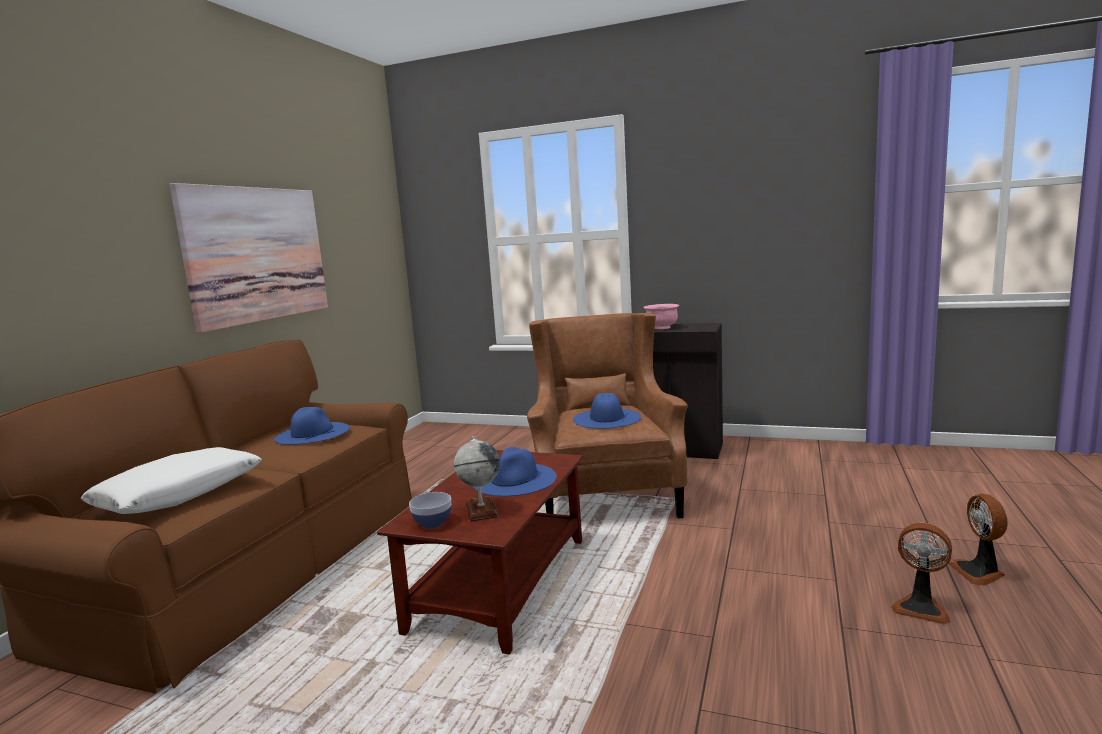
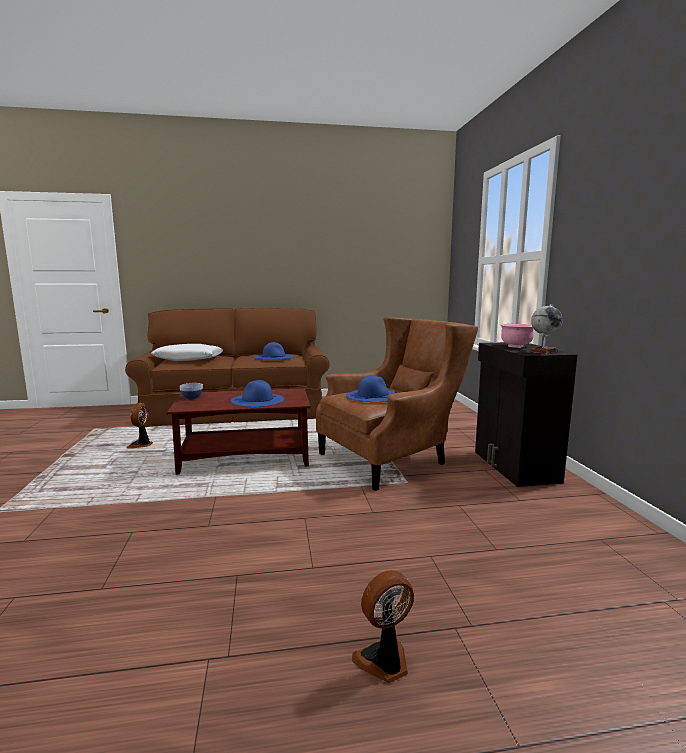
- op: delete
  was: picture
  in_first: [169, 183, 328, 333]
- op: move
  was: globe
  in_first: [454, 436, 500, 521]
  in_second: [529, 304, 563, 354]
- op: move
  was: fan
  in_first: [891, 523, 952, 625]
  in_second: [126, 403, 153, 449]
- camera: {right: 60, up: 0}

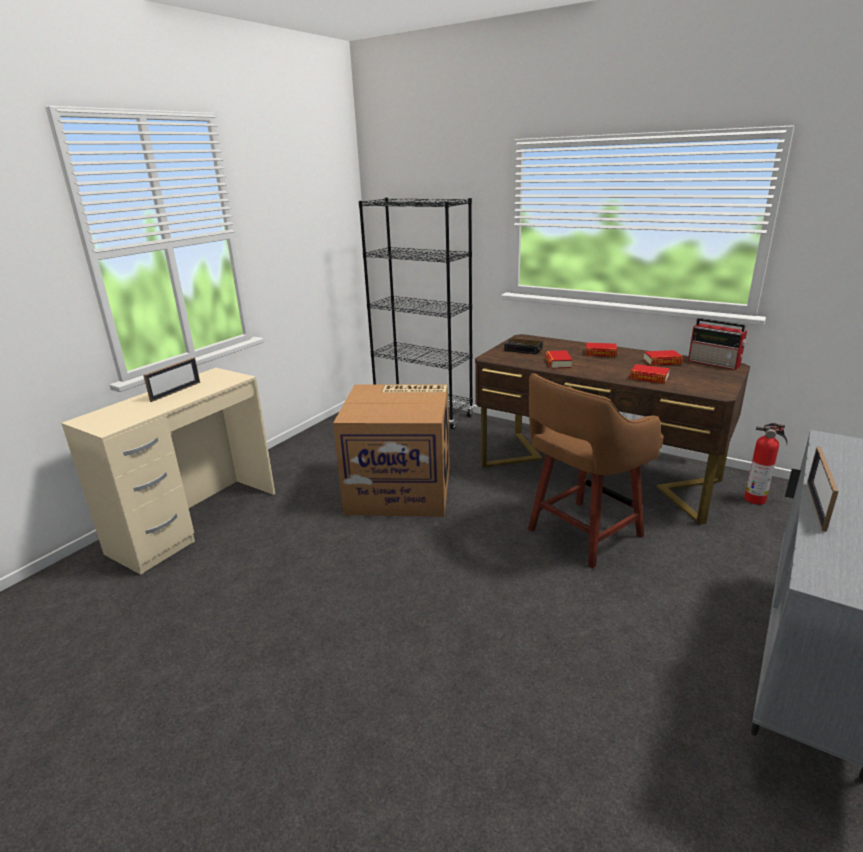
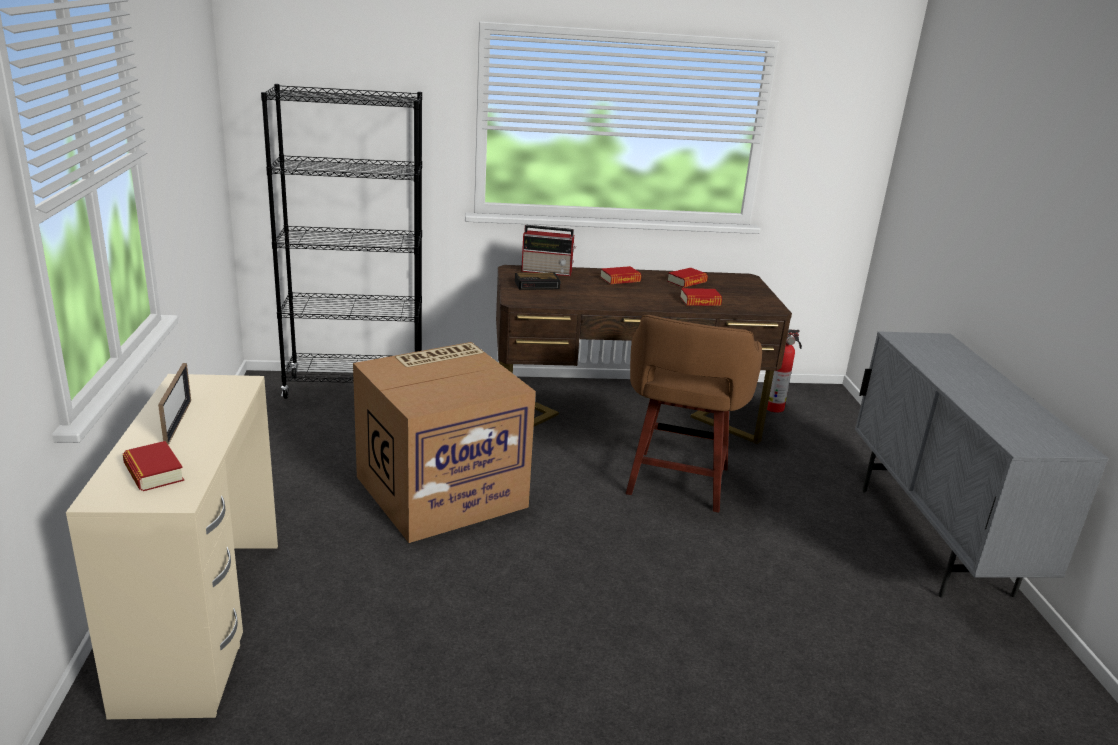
- op: move
  was: book
  in_first: [545, 350, 573, 368]
  in_second: [123, 441, 184, 491]
- op: move
  was: radio
  in_first: [688, 318, 747, 370]
  in_second: [521, 225, 576, 276]
- op: delete
  was: picture frame
  in_first: [807, 447, 839, 532]
- camera: {right: -40, up: 0}

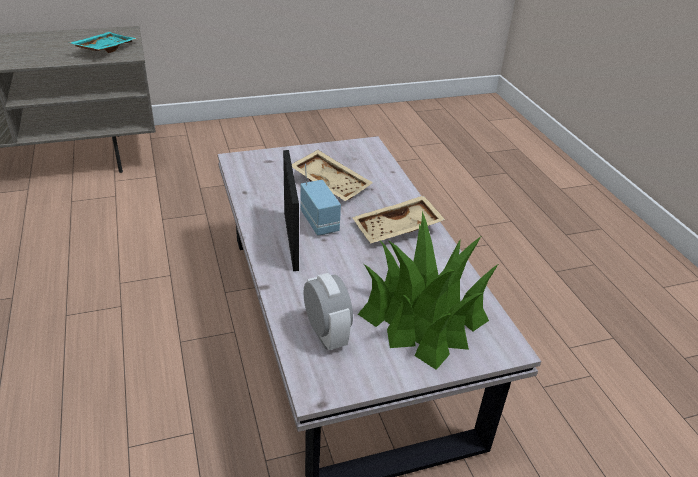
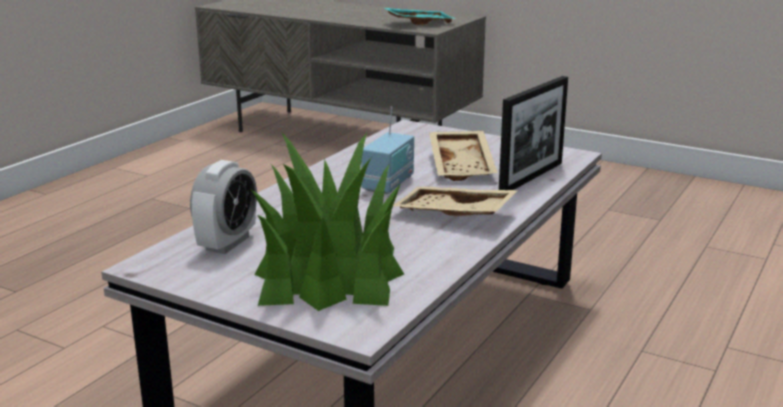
- op: move
  was: picture frame
  in_first: [283, 150, 299, 271]
  in_second: [499, 76, 568, 190]
- camera: {right: 50, up: -15}

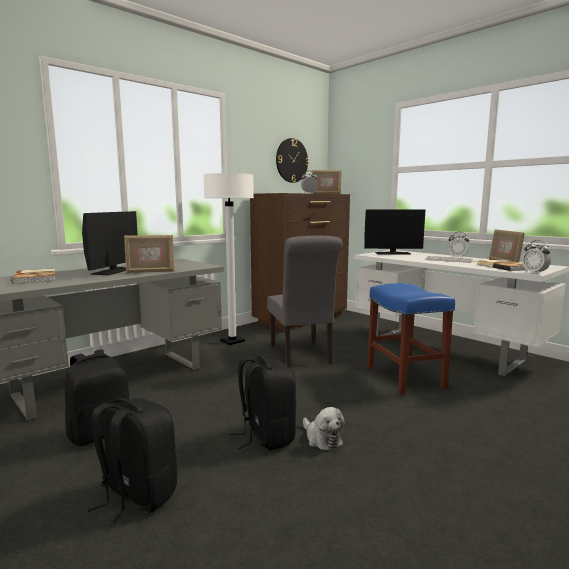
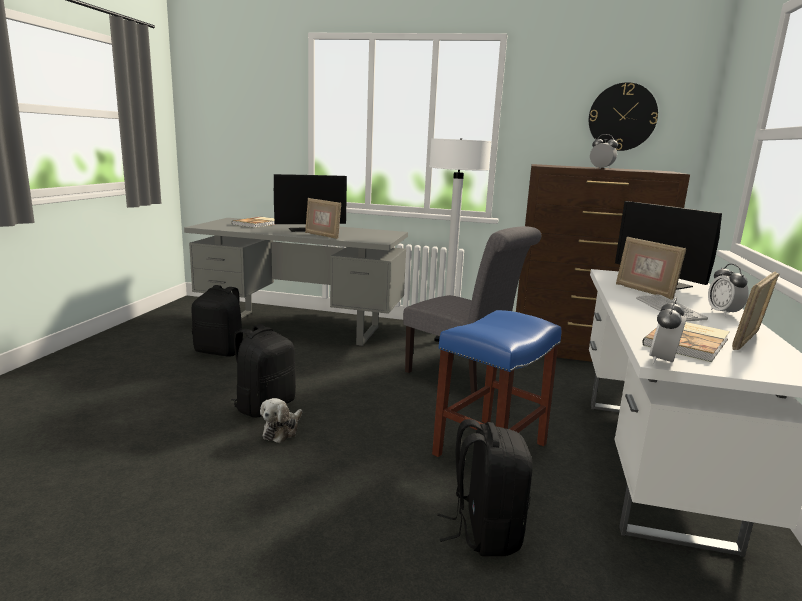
- op: move
  was: black backpack
  in_first: [88, 398, 177, 527]
  in_second: [437, 419, 533, 556]
- op: rotate
  was: grey chair
  in_first: [267, 236, 343, 368]
  in_second: [403, 226, 541, 394]
  clockwise: -90
- op: move
  was: picture frame
  in_first: [312, 170, 342, 194]
  in_second: [616, 237, 686, 300]
- camera: {right: 55, up: 5}

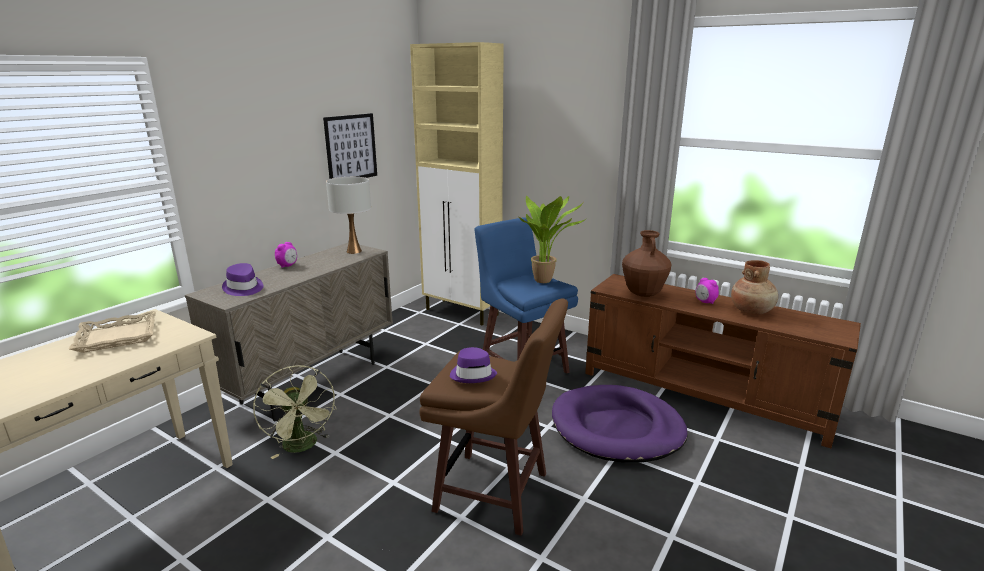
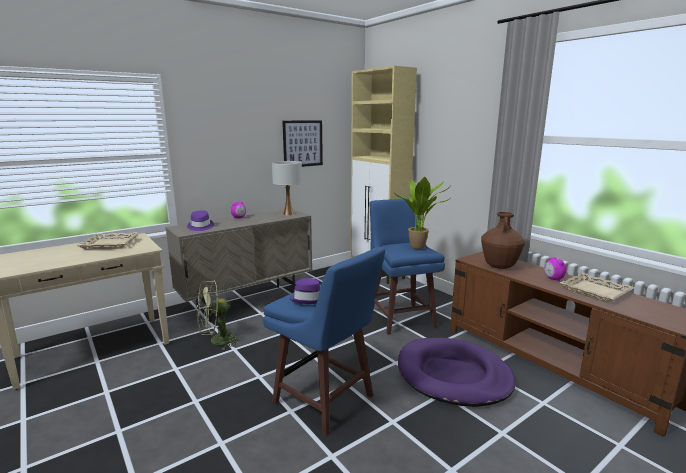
- op: rotate
  was: green fan
  in_first: [253, 366, 336, 459]
  in_second: [197, 280, 243, 350]
  clockwise: 75
- op: recolor
  was: brown stool
  now: blue stool
  in_first: [419, 299, 568, 536]
  in_second: [263, 247, 385, 436]
- op: replace
  was: brown vase
  now: beige tray
  in_first: [731, 260, 778, 315]
  in_second: [560, 273, 634, 303]
- camera: {right: 20, up: -5}

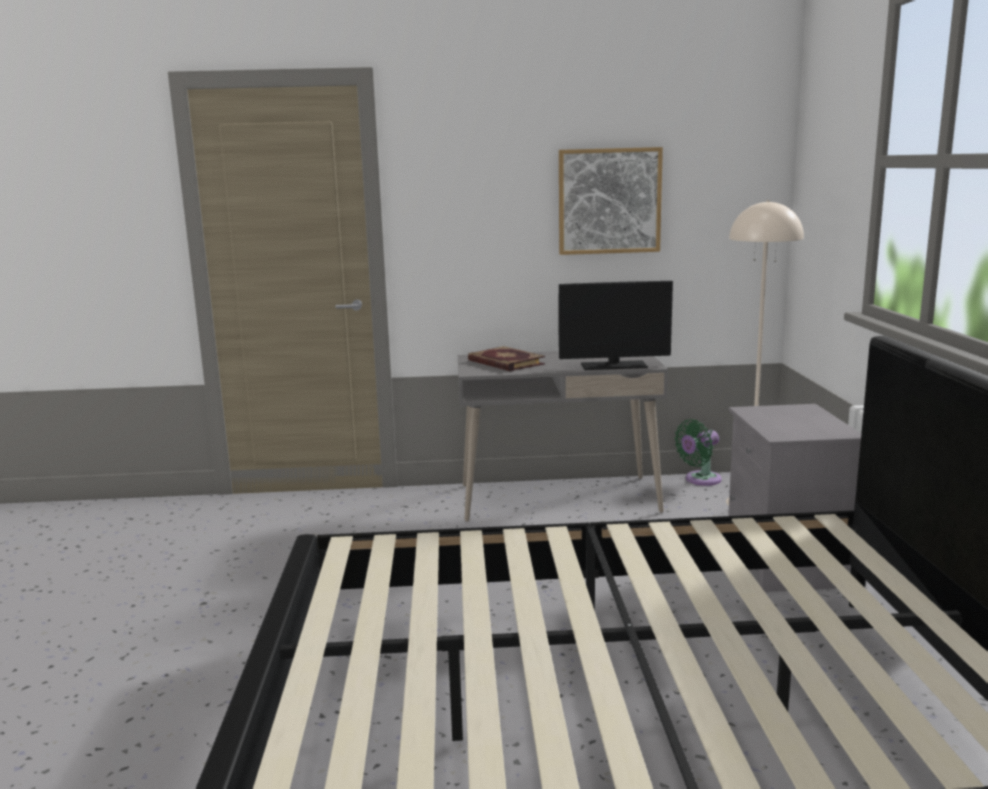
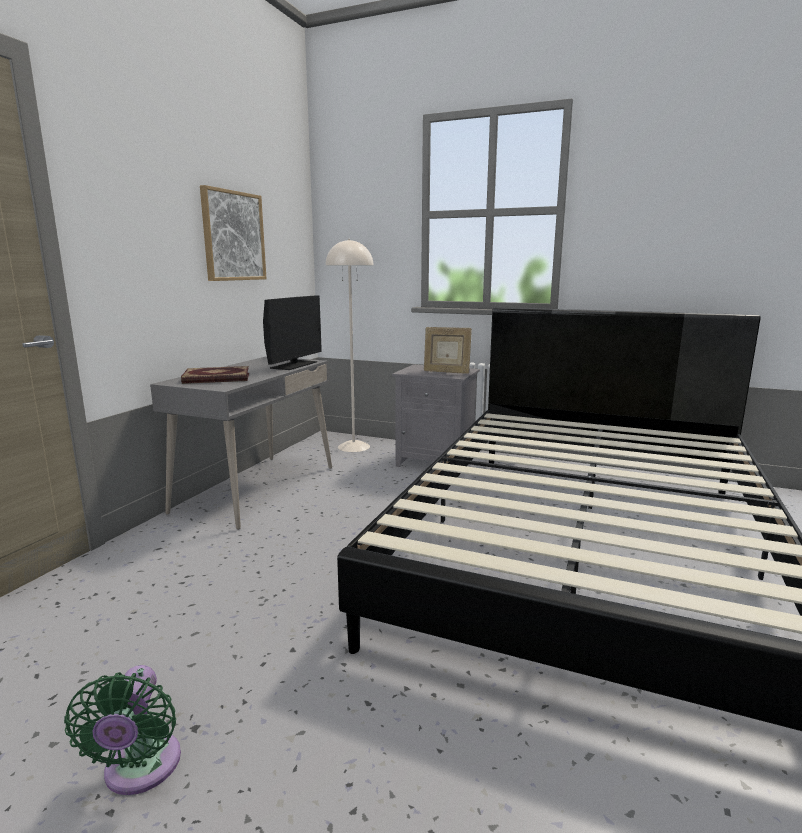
- op: move
  was: green fan
  in_first: [674, 419, 722, 486]
  in_second: [64, 665, 181, 795]
- op: insert
  now: picture frame
  in_second: [424, 327, 472, 374]
- camera: {right: -65, up: 0}

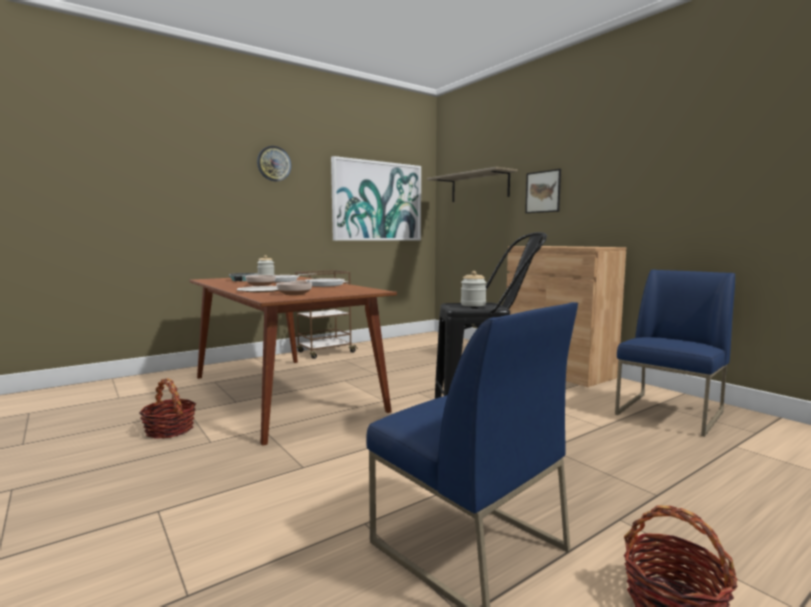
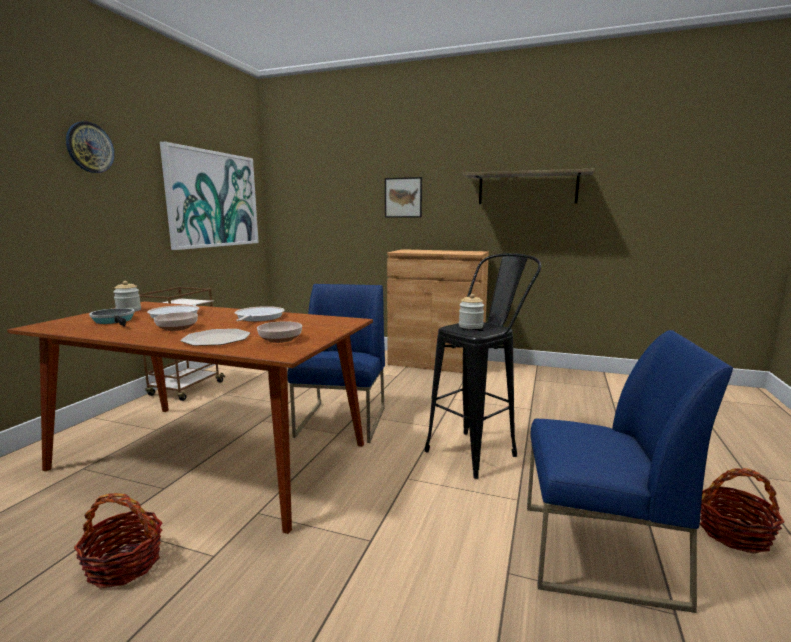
- op: move
  was: shelf
  in_first: [427, 167, 518, 202]
  in_second: [463, 169, 595, 204]
- op: move
  was: blue chair
  in_first: [615, 270, 735, 437]
  in_second: [287, 284, 385, 443]
- camera: {right: -35, up: 5}

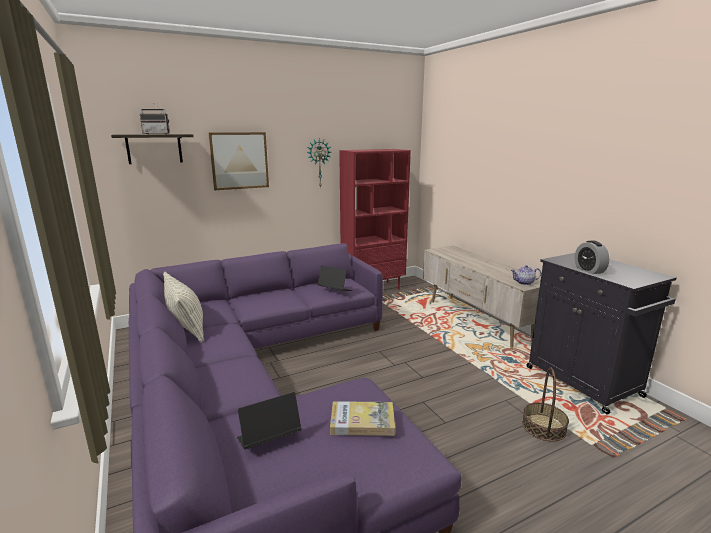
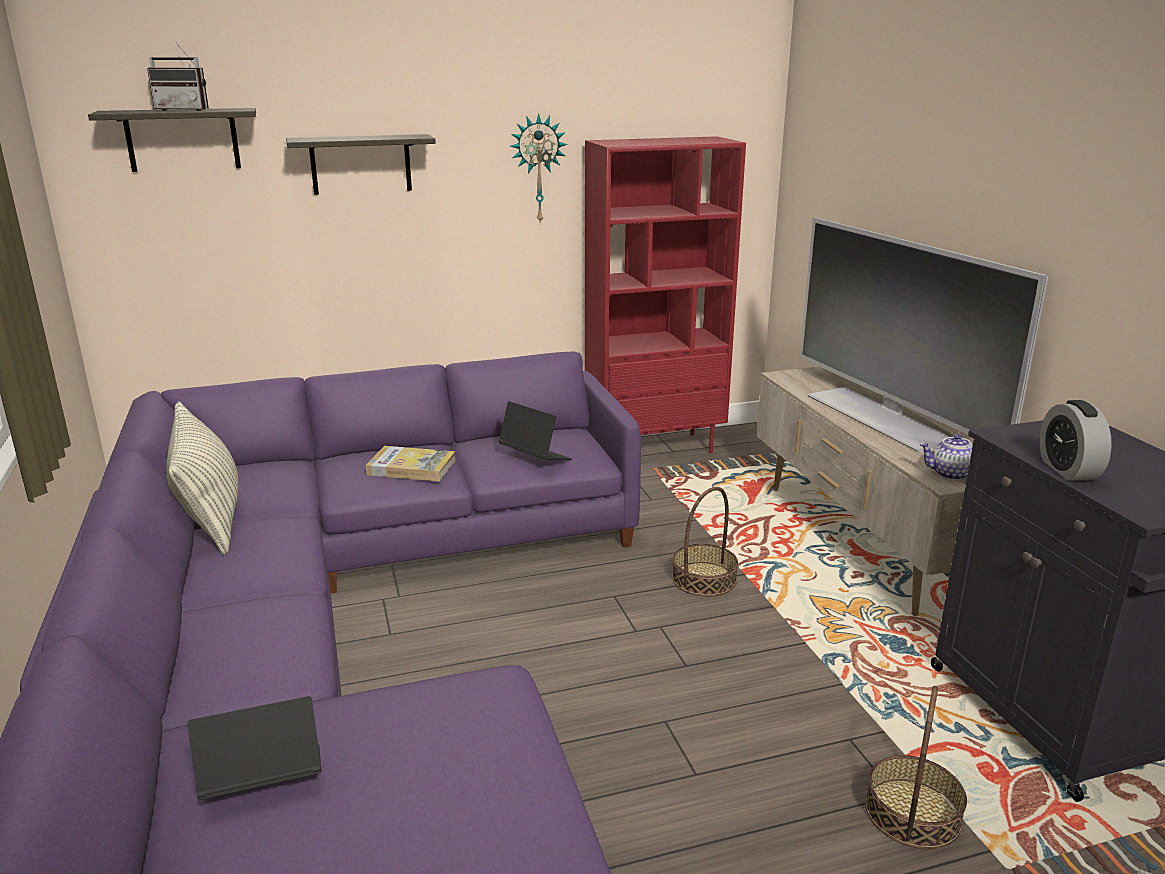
- op: replace
  was: picture
  now: shelf
  in_first: [208, 132, 269, 190]
  in_second: [286, 134, 436, 195]
- op: move
  was: book
  in_first: [330, 401, 395, 436]
  in_second: [365, 446, 456, 481]
- op: insert
  now: basket
  in_second: [672, 487, 738, 597]
- op: insert
  now: television
  in_second: [800, 217, 1048, 452]
- camera: {right: 10, up: 5}

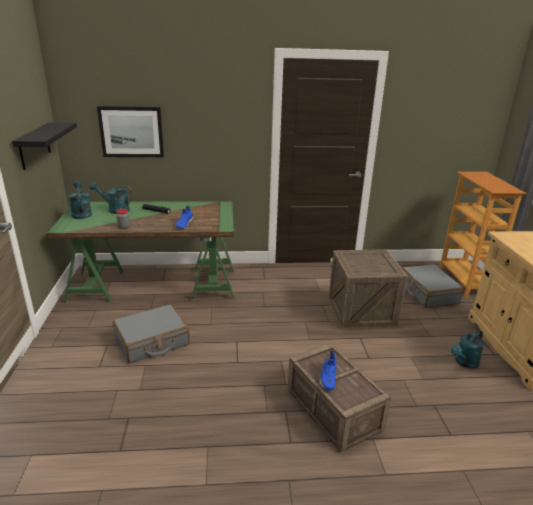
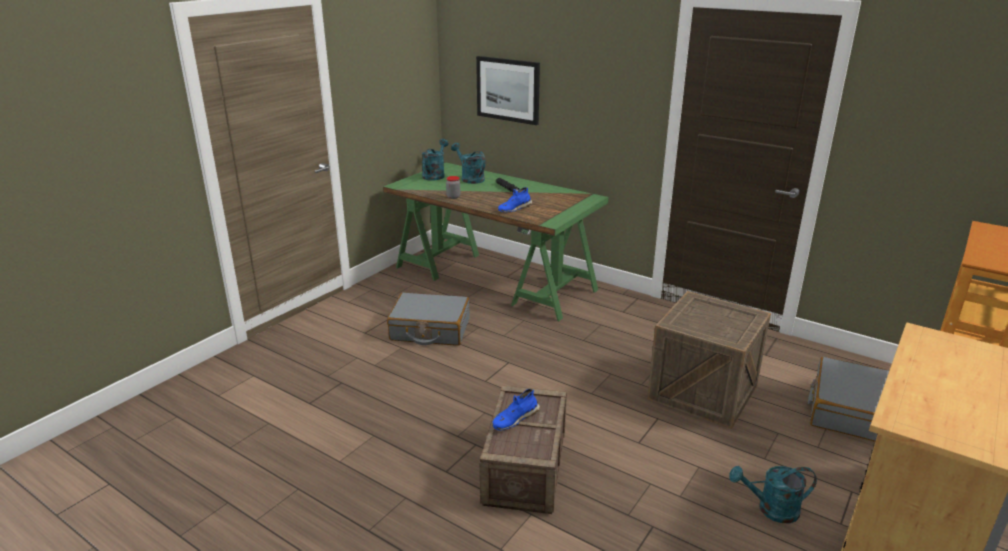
- op: delete
  was: black shelf
  in_first: [12, 122, 77, 170]
- camera: {right: 40, up: 0}

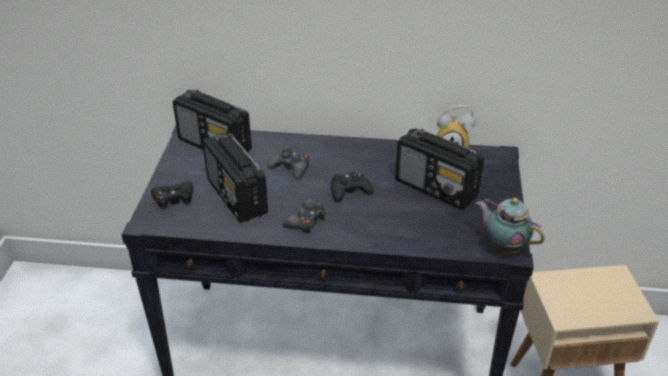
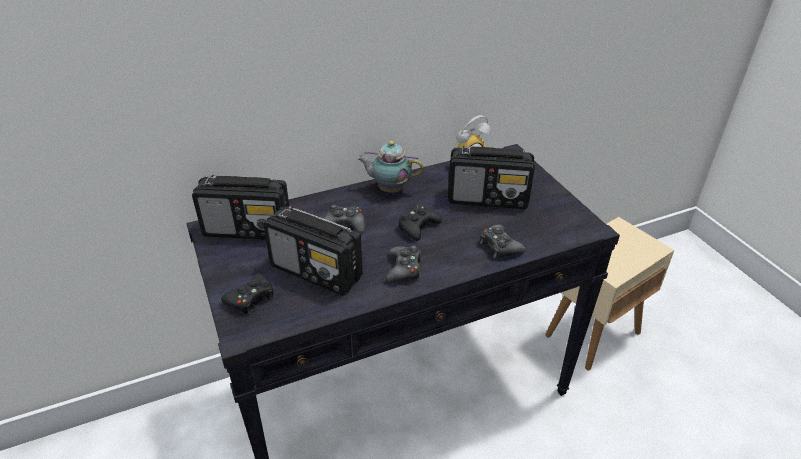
- op: move
  was: teapot
  in_first: [476, 198, 545, 254]
  in_second: [357, 141, 424, 193]
- op: insert
  now: black game controller
  in_second: [480, 224, 526, 258]
- camera: {right: -30, up: 0}

